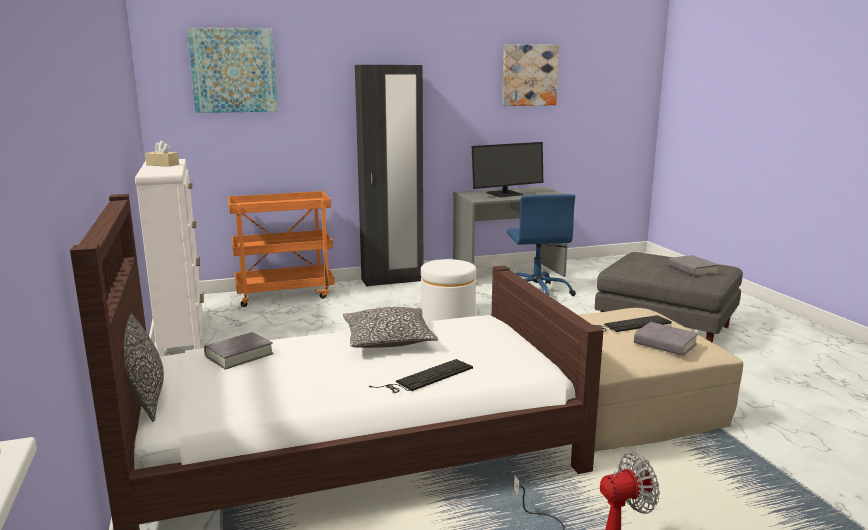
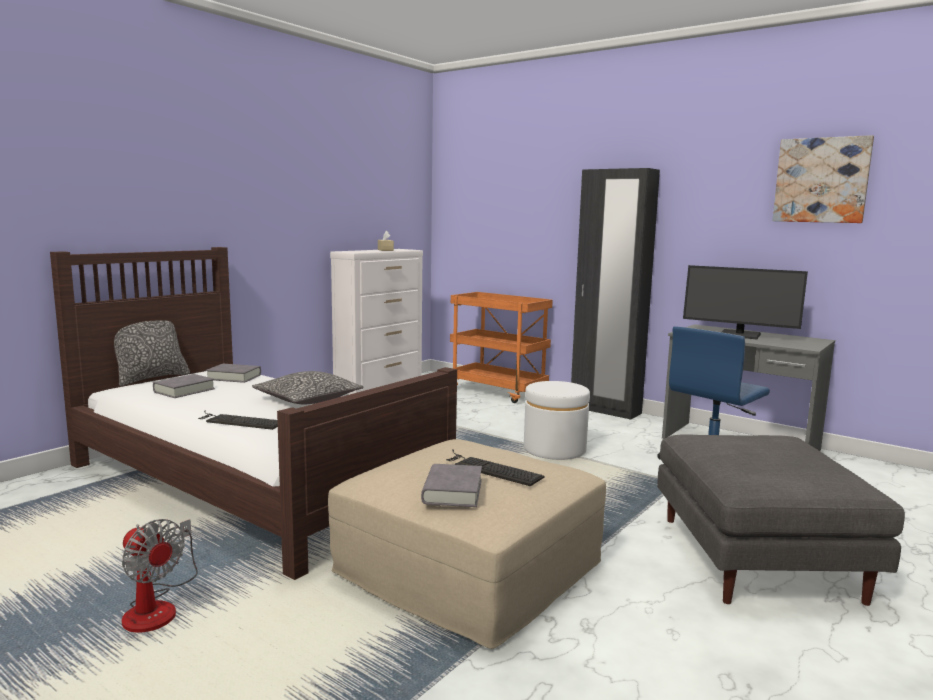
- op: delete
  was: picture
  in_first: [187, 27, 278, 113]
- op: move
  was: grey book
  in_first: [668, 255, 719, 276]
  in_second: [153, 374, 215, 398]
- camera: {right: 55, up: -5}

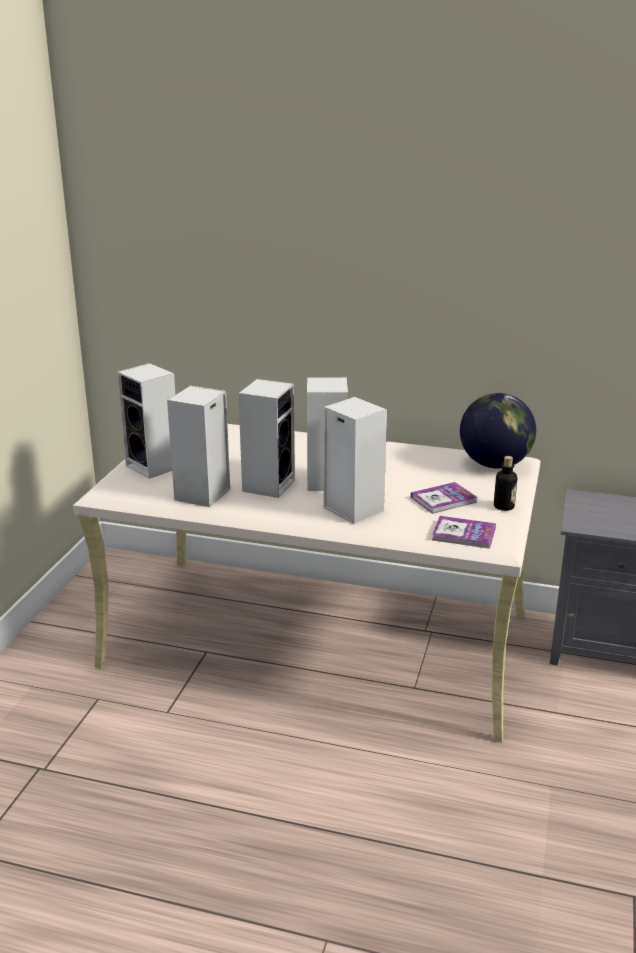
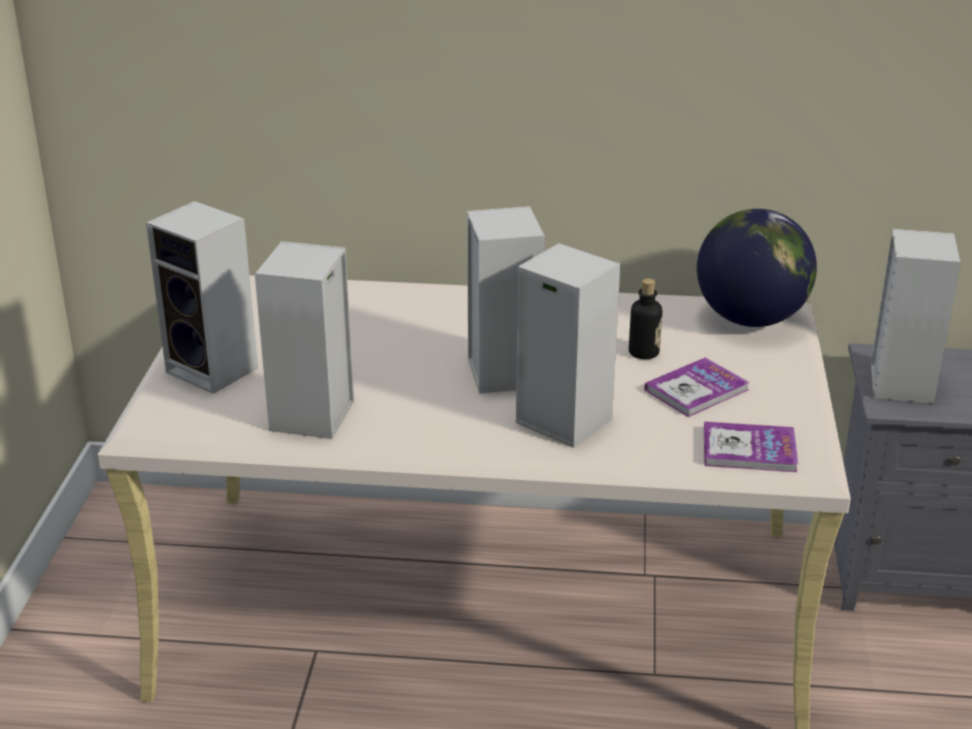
- op: move
  was: speaker
  in_first: [238, 379, 295, 498]
  in_second: [871, 229, 961, 404]
- op: move
  was: bottle
  in_first: [494, 456, 517, 511]
  in_second: [629, 278, 662, 359]
- camera: {right: -10, up: 5}

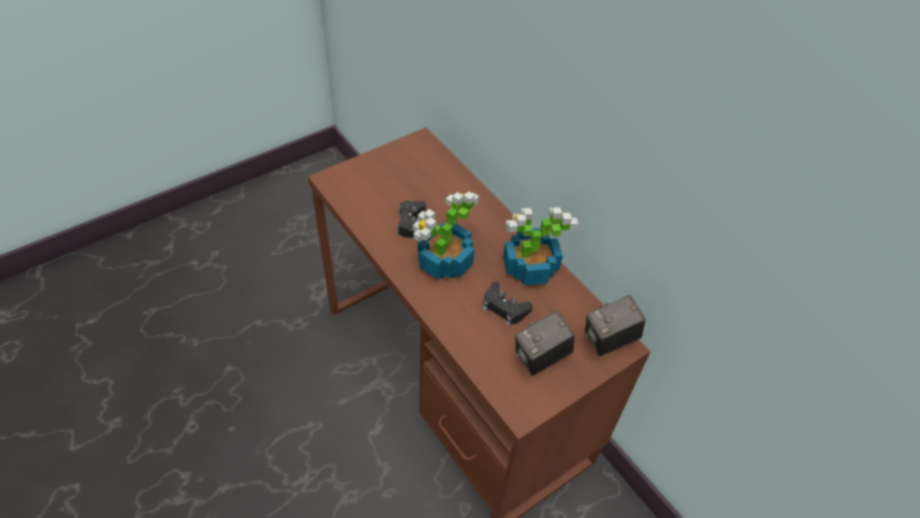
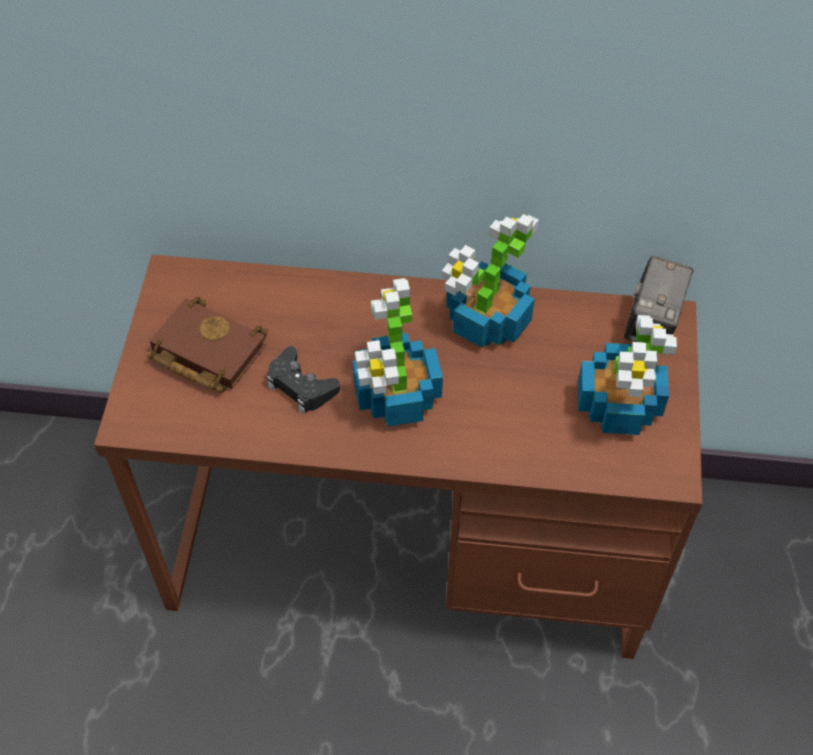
- op: delete
  was: black game controller
  in_first: [482, 282, 533, 326]
- op: replace
  was: photo camera
  now: potted plant
  in_first: [515, 311, 575, 376]
  in_second: [578, 315, 677, 435]
- op: insert
  now: brown book
  in_second: [147, 296, 268, 393]
- camera: {right: -45, up: 5}

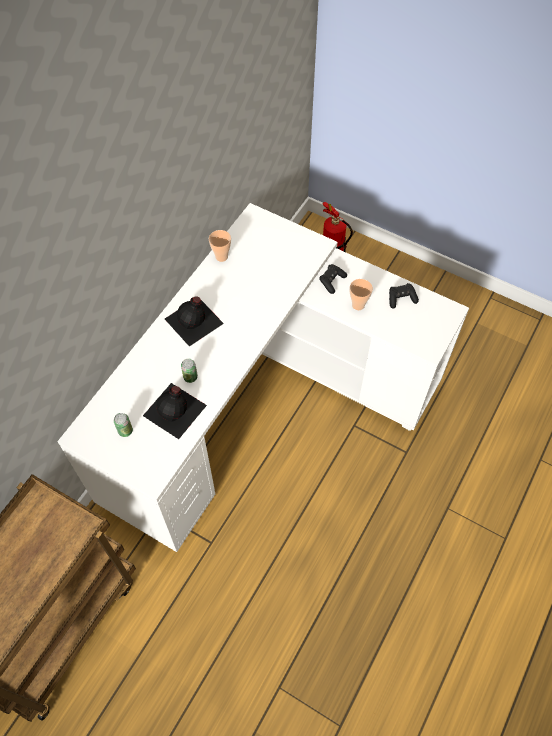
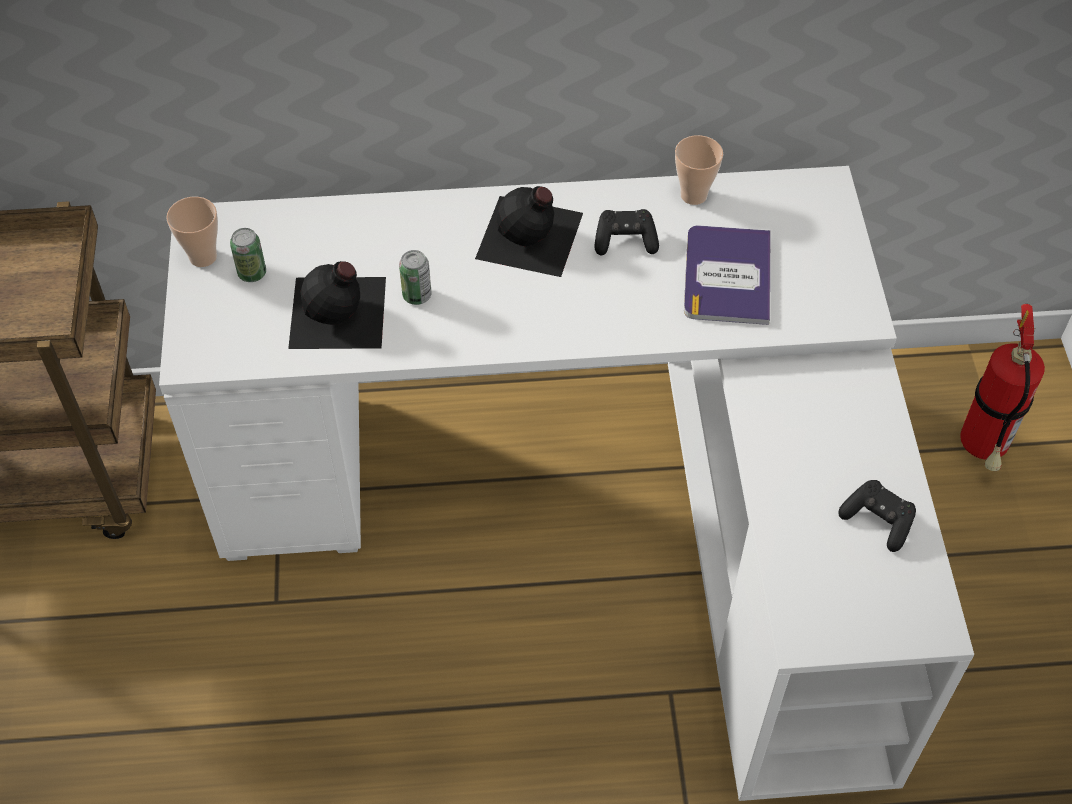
- op: move
  was: black game controller
  in_first: [319, 264, 347, 294]
  in_second: [594, 209, 659, 256]
- op: move
  was: cup
  in_first: [350, 279, 373, 310]
  in_second: [166, 197, 218, 267]
- op: insert
  now: book
  in_second: [684, 225, 771, 325]
- camera: {right: 55, up: -5}

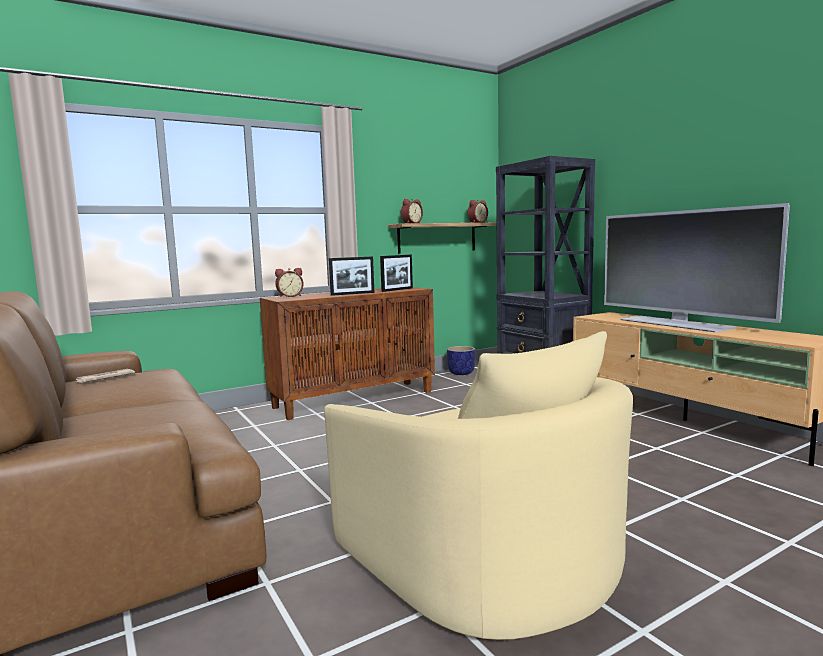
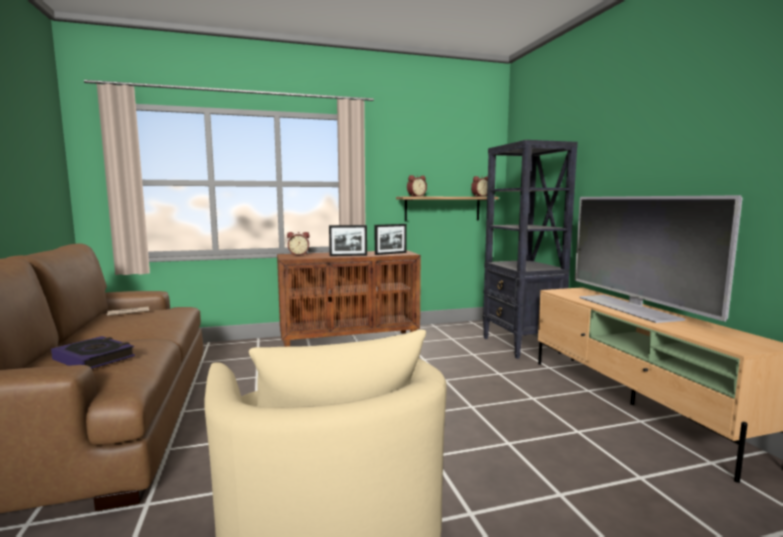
- op: delete
  was: planter
  in_first: [447, 346, 475, 375]
- op: insert
  now: book
  in_second: [51, 336, 135, 369]
- camera: {right: 15, up: 0}

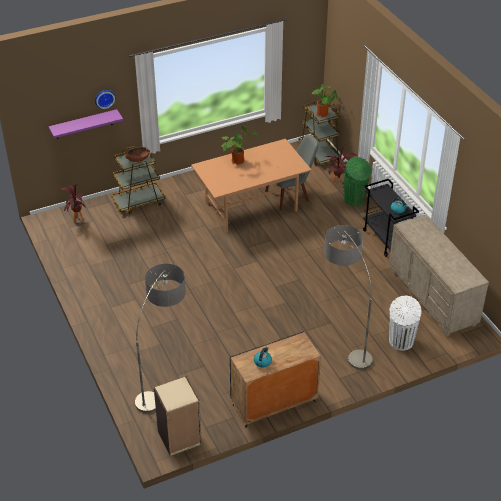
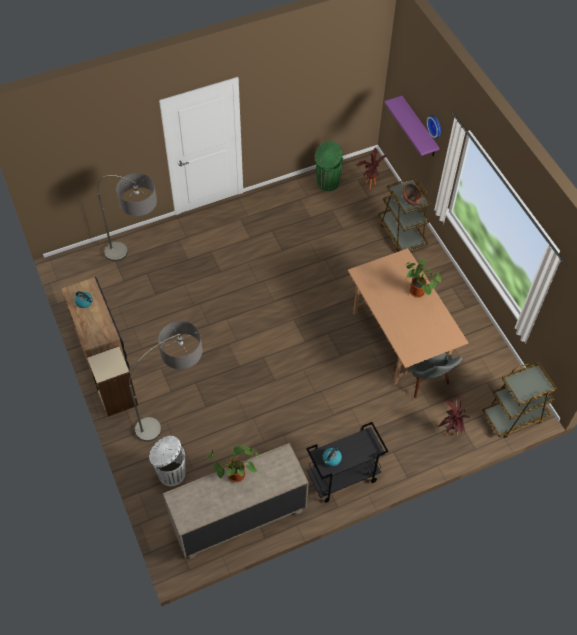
- op: move
  was: beige bookcase
  in_first: [154, 376, 202, 456]
  in_second: [87, 345, 138, 417]
- op: move
  was: potted plant
  in_first: [312, 84, 338, 117]
  in_second: [206, 445, 258, 482]
- op: move
  was: green trash can
  in_first: [344, 157, 372, 206]
  in_second: [315, 141, 343, 191]
- camera: {right: 90, up: 15}

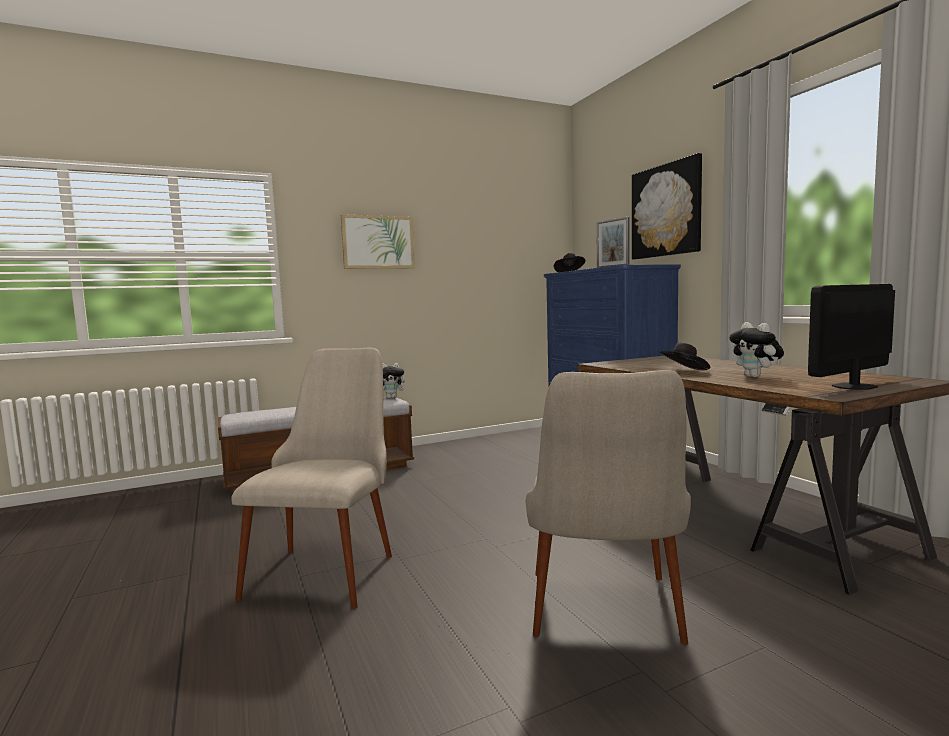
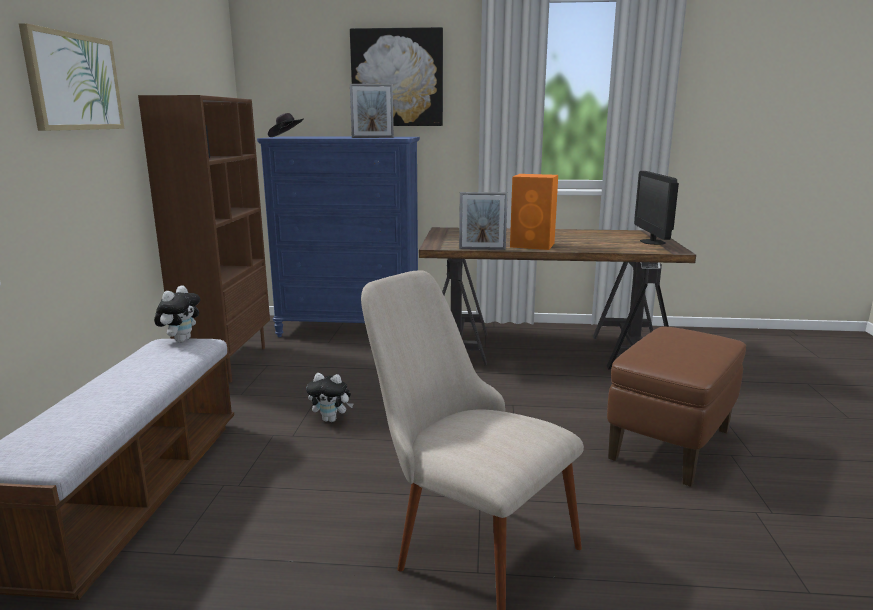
- op: replace
  was: beige chair
  now: brown ottoman
  in_first: [526, 370, 691, 645]
  in_second: [607, 327, 746, 487]
- op: replace
  was: black hat
  now: orange speaker
  in_first: [658, 343, 710, 370]
  in_second: [510, 174, 558, 250]
- op: move
  was: plush toy
  in_first: [729, 322, 784, 377]
  in_second: [306, 373, 353, 422]
- op: insert
  now: brown bookcase
  in_second: [138, 95, 270, 383]
- op: insert
  now: picture frame
  in_second: [459, 192, 508, 250]
- camera: {right: -60, up: 10}

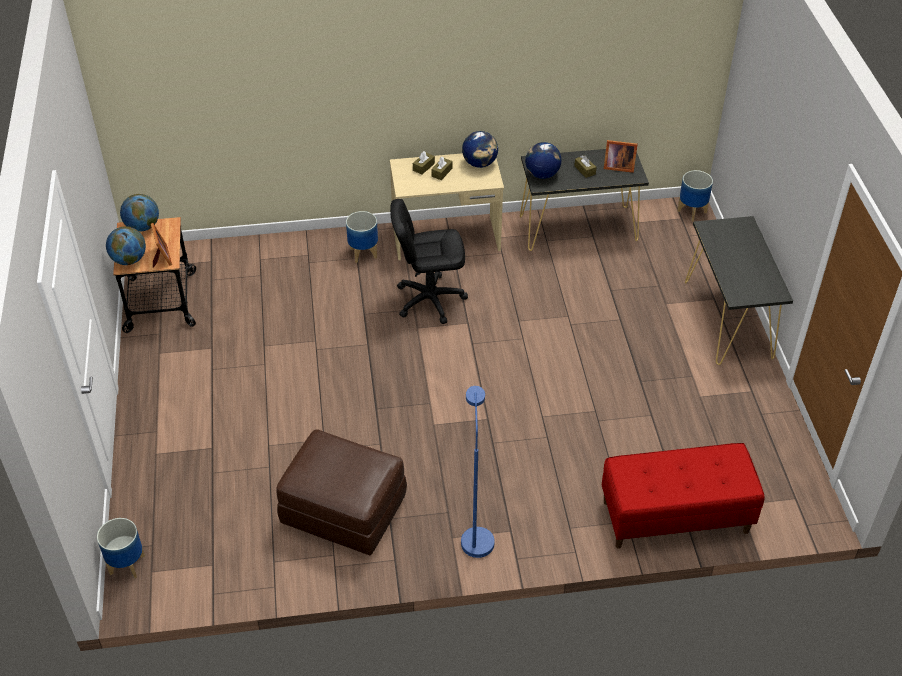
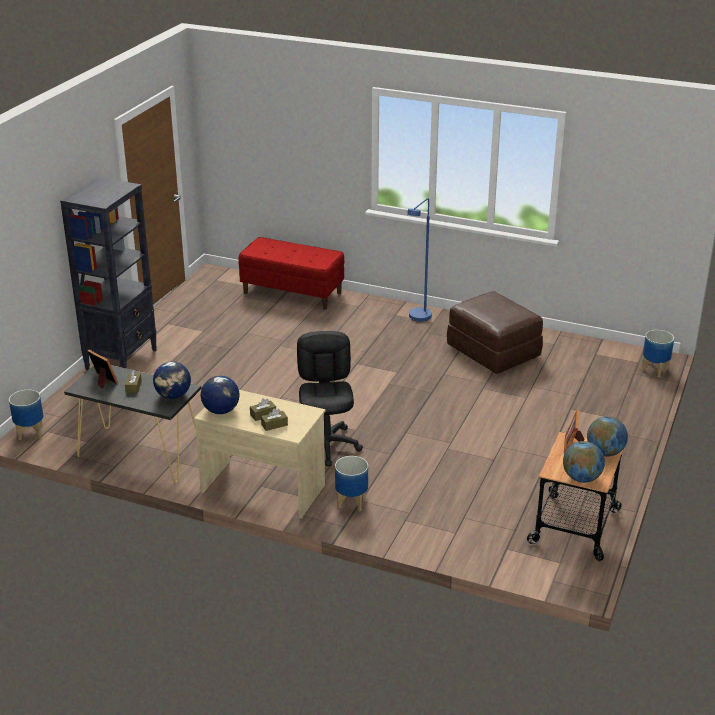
- op: rotate
  was: black office chair
  in_first: [390, 199, 468, 324]
  in_second: [297, 331, 363, 466]
  clockwise: -120
- op: replace
  was: black console table
  now: black bookcase
  in_first: [685, 216, 793, 365]
  in_second: [60, 177, 157, 370]
- camera: {right: -150, up: -15}

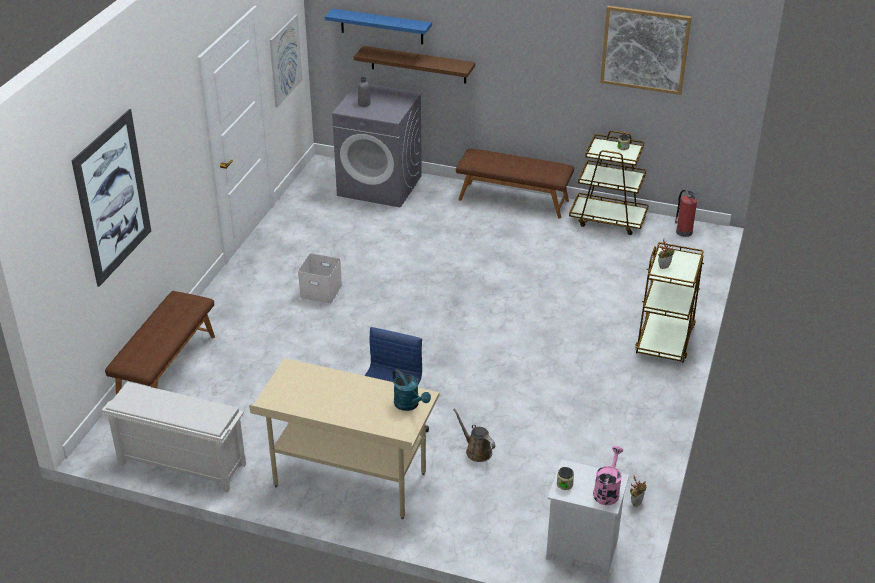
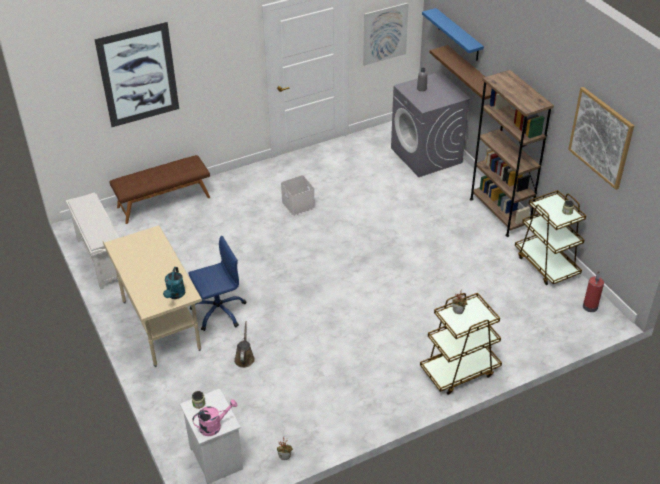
- op: replace
  was: brown bench
  now: brown bookcase
  in_first: [456, 149, 574, 219]
  in_second: [470, 70, 554, 237]
- camera: {right: 45, up: 5}

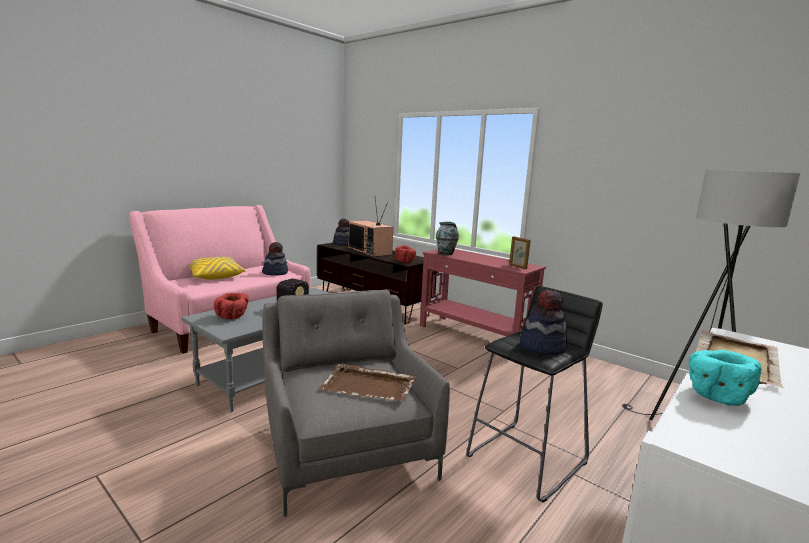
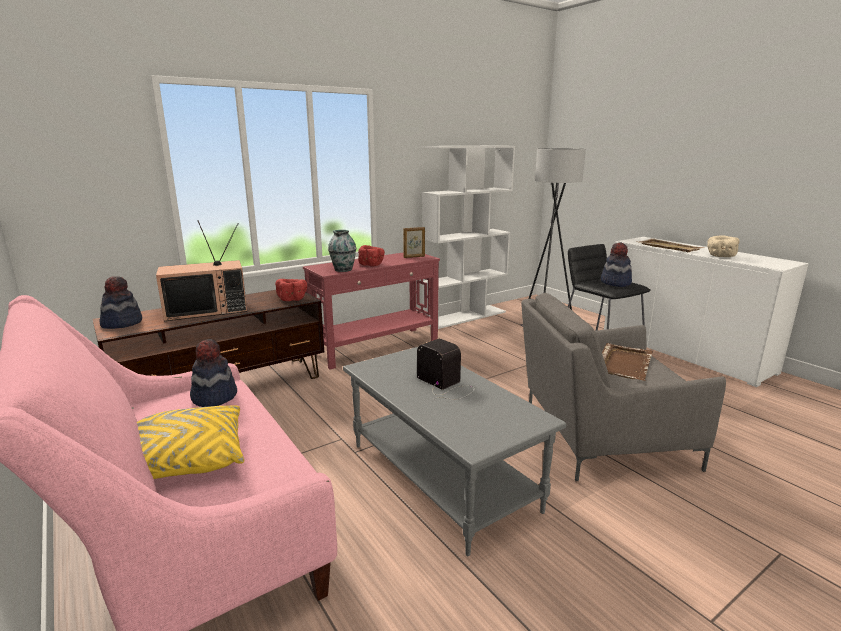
- op: move
  was: red bowl
  in_first: [214, 293, 249, 319]
  in_second: [358, 245, 385, 266]
- op: recolor
  was: turquoise bowl
  now: beige bowl
  in_first: [689, 350, 761, 406]
  in_second: [707, 235, 739, 257]
- op: insert
  now: white bookcase
  in_second: [422, 146, 515, 329]
- camera: {right: -75, up: 5}

